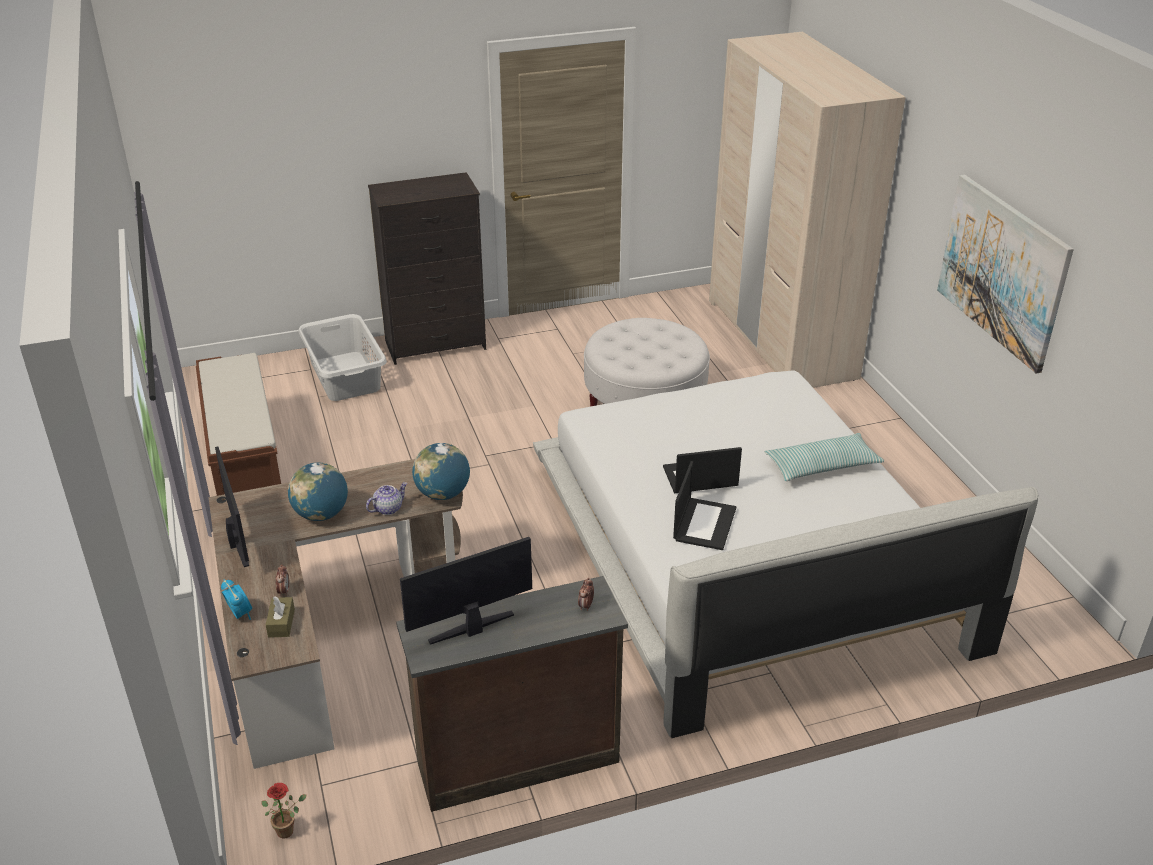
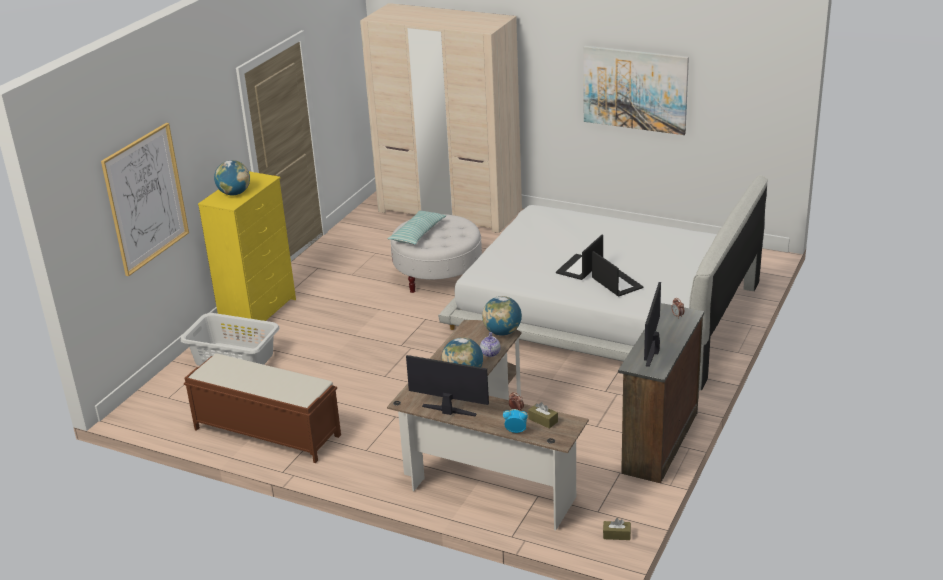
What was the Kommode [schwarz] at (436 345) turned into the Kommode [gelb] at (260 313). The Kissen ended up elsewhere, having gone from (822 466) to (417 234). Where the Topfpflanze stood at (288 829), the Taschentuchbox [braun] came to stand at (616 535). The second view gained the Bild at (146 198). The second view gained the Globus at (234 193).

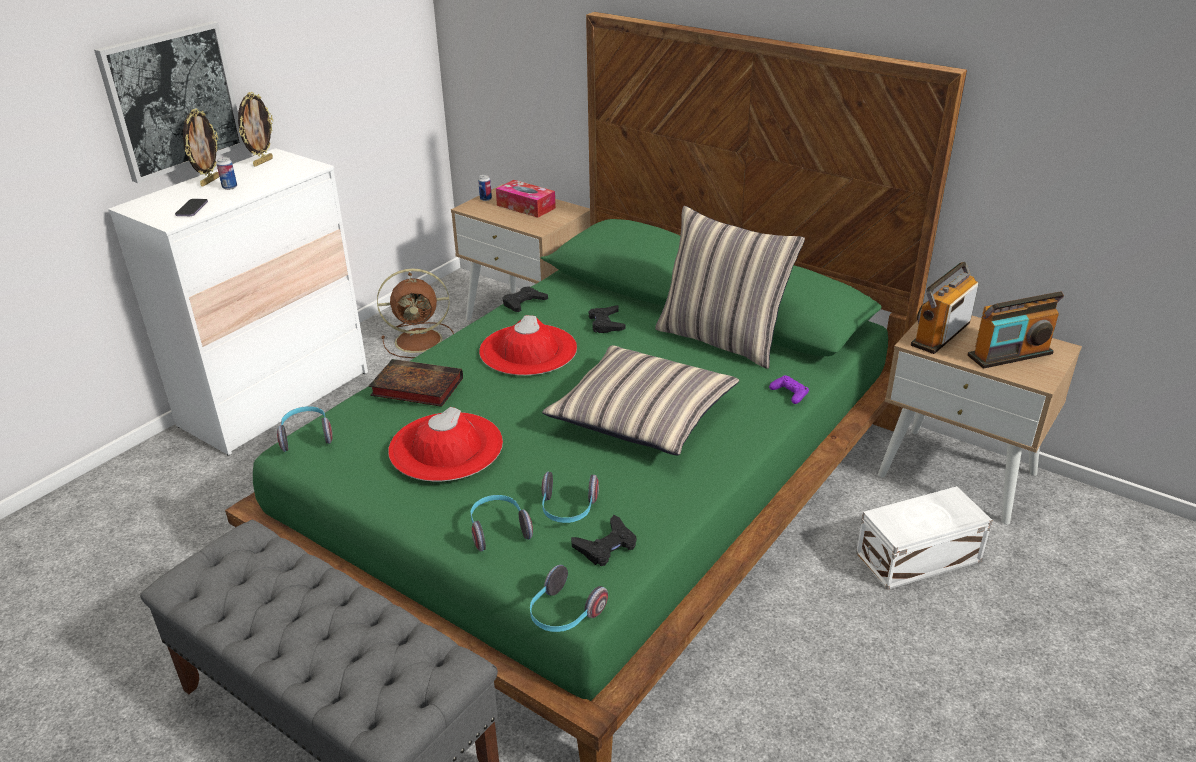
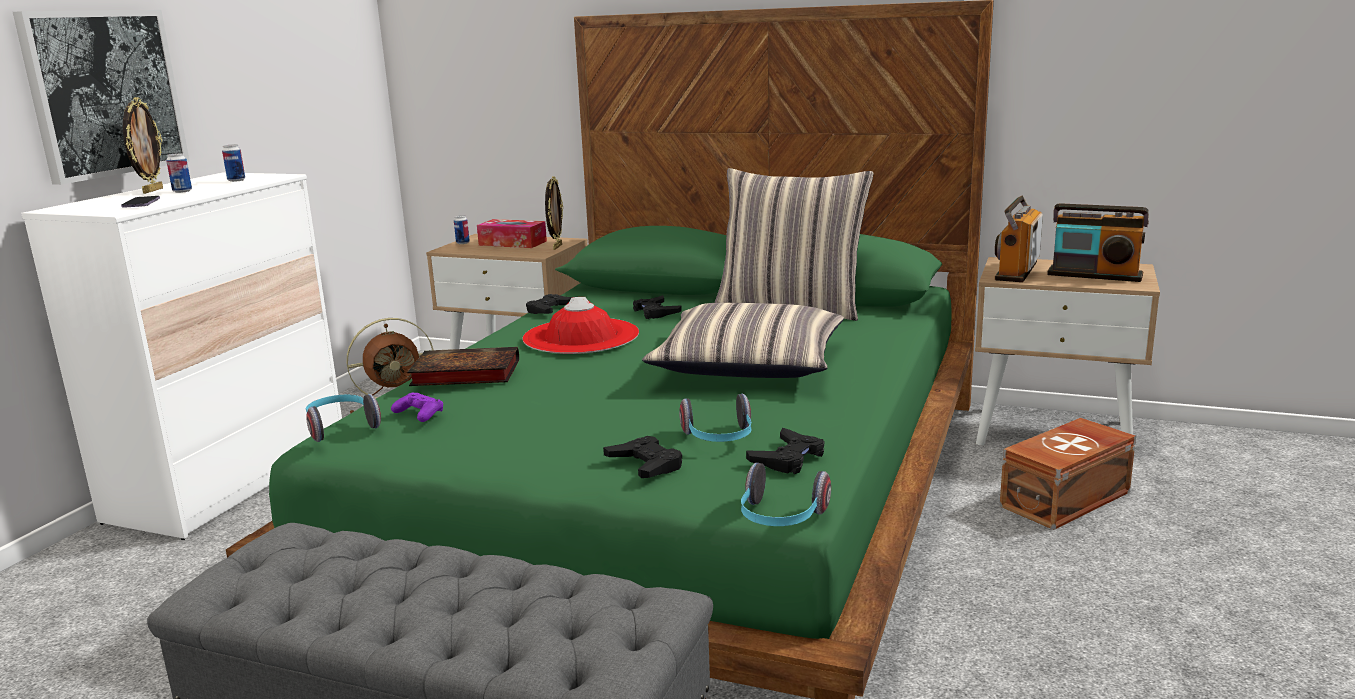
The Bilderrahmen ended up elsewhere, having gone from (262 162) to (556 247). The Radio at (1010 355) ended up facing another way, 60 degrees clockwise from before. The Gamepad [lila] ended up elsewhere, having gone from (789 393) to (419 413). The second view lost the Hut [rot] at (445 447). What was the Aufbewahrungsbox [weiß] at (920 558) turned into the Aufbewahrungsbox [braun] at (1068 499). Where the Kopfhörer stood at (498 530), the Gamepad [schwarz] came to stand at (645 464). The second view gained the Dose at (236 180).

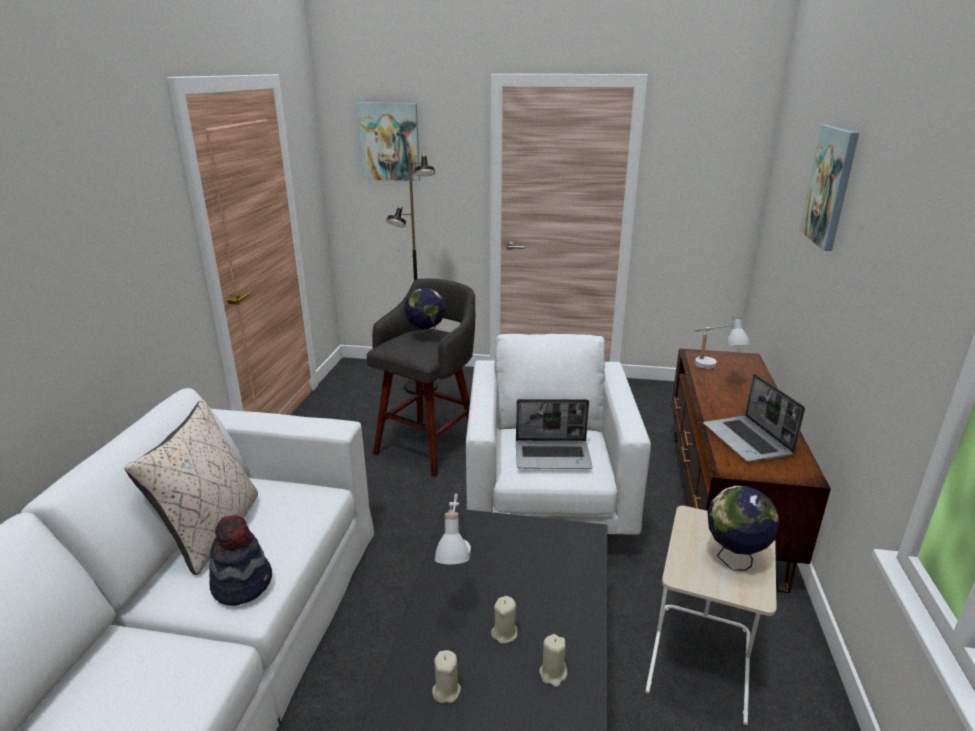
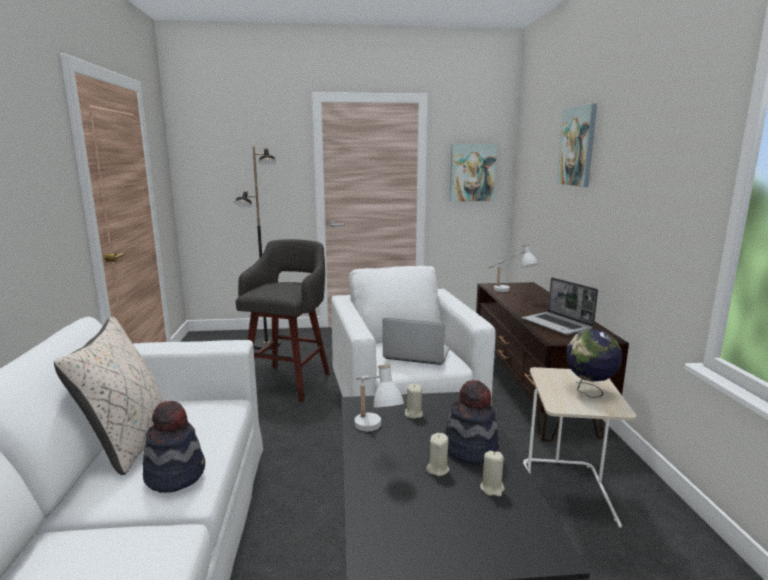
The Bild ended up elsewhere, having gone from (390 142) to (472 172). The second view lost the Globus at (426 337). The Laptop at (553 456) ended up facing another way, 150 degrees counterclockwise from before. The Kerze [beige] ended up elsewhere, having gone from (446 690) to (413 414). The second view gained the Hut at (471 449).

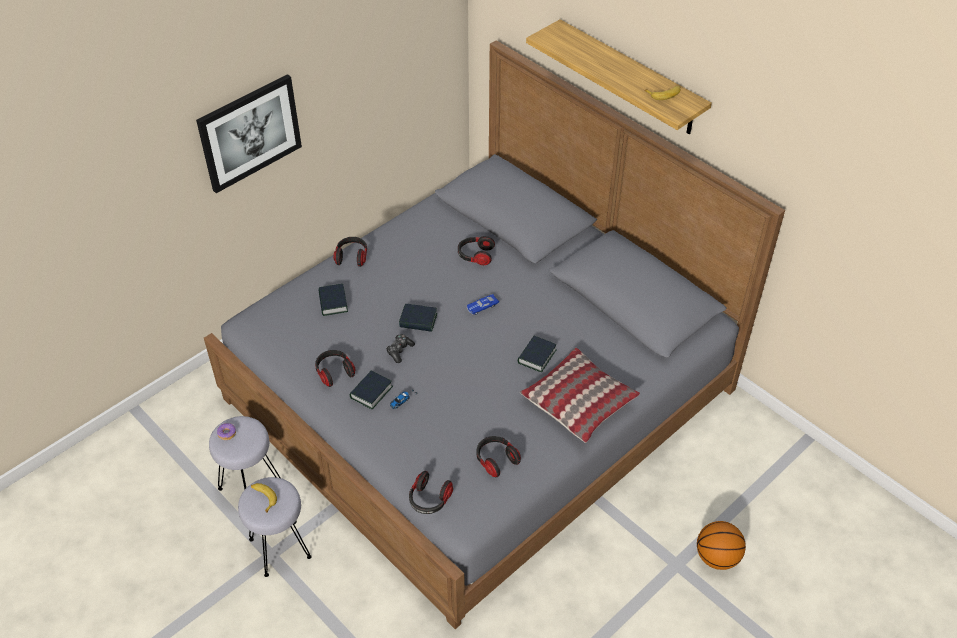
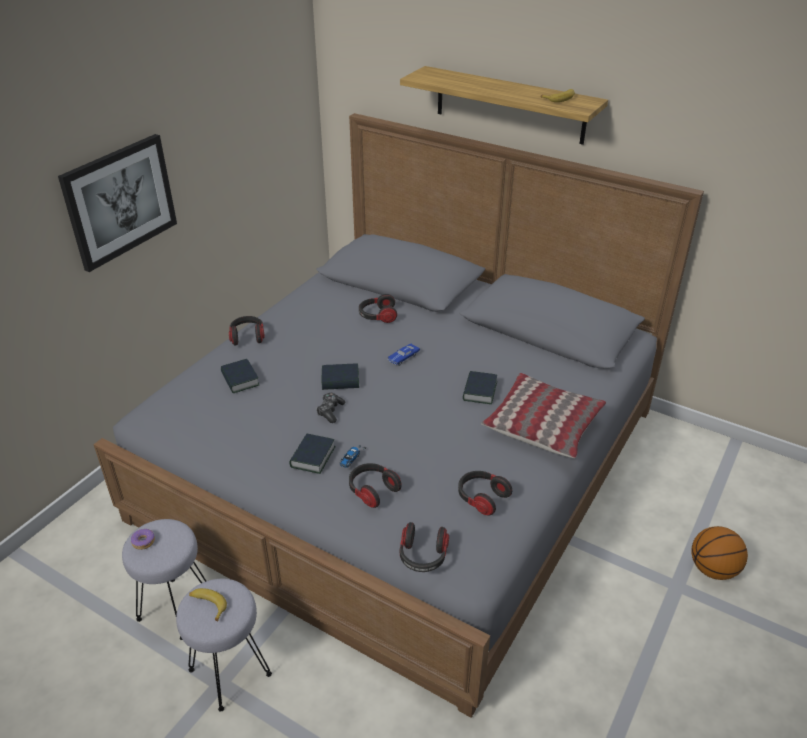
The Kopfhörer ended up elsewhere, having gone from (334 372) to (372 490).

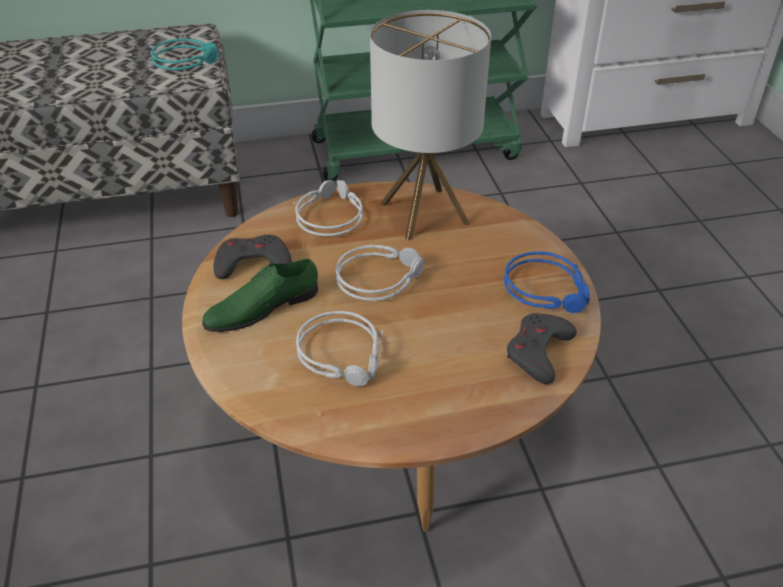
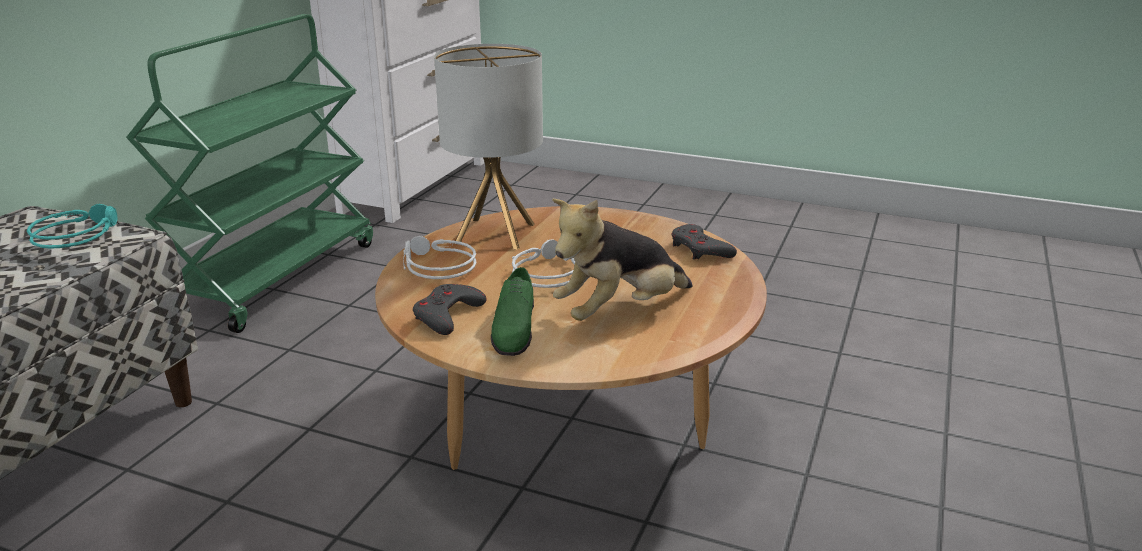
The second view lost the Kopfhörer [blau] at (548 289). Where the Kopfhörer [grau] stood at (345 355), the Plüschtier came to stand at (619 312).

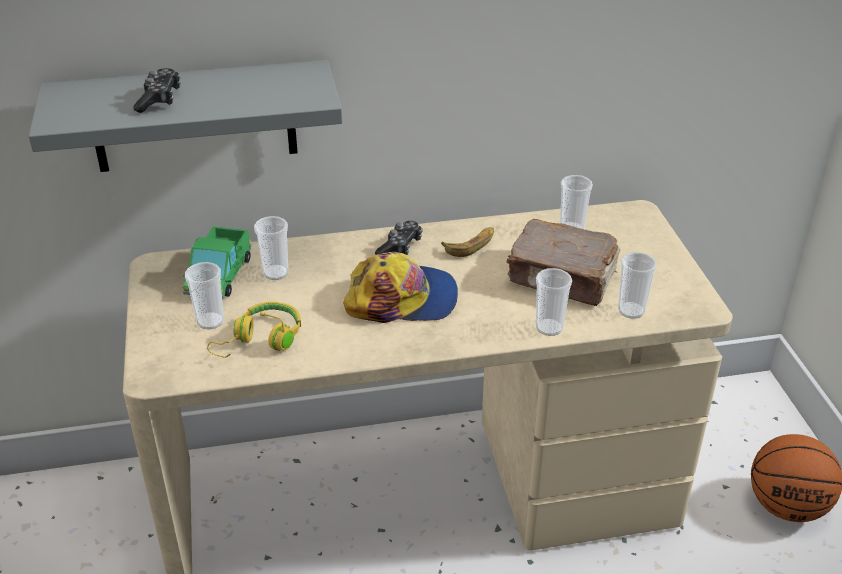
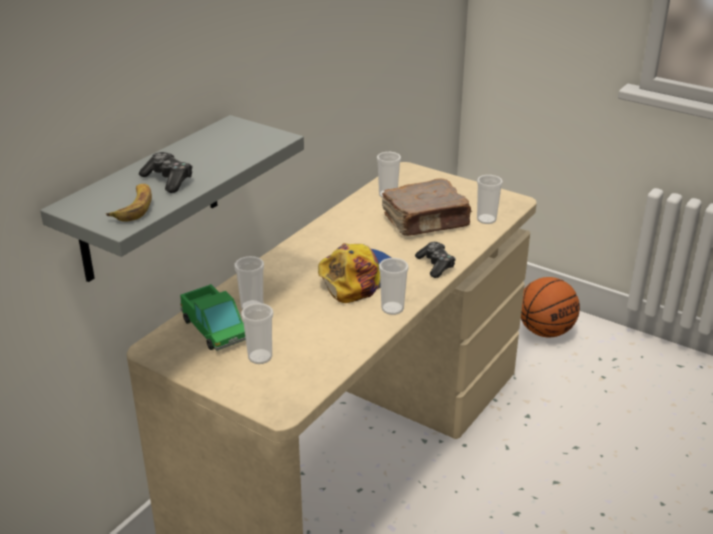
The Gamepad ended up elsewhere, having gone from (400 247) to (436 265). The Banane ended up elsewhere, having gone from (470 245) to (134 207). The Tasse ended up elsewhere, having gone from (549 328) to (392 308). The second view lost the Kopfhörer [gelb] at (261 341).

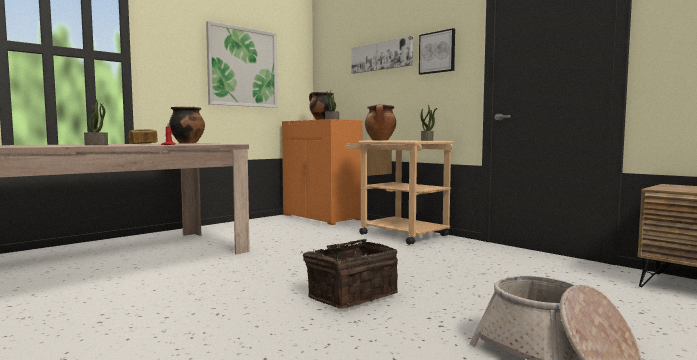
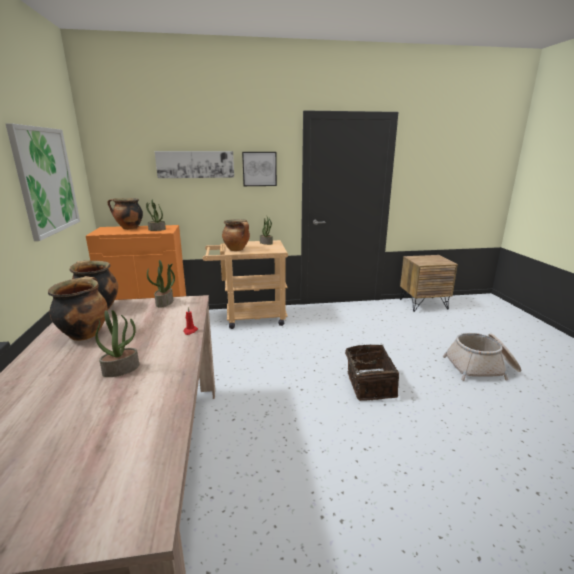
Where the Brot stood at (143 143), the Kochtopf came to stand at (85 334). The second view gained the Topfpflanze at (165 302).

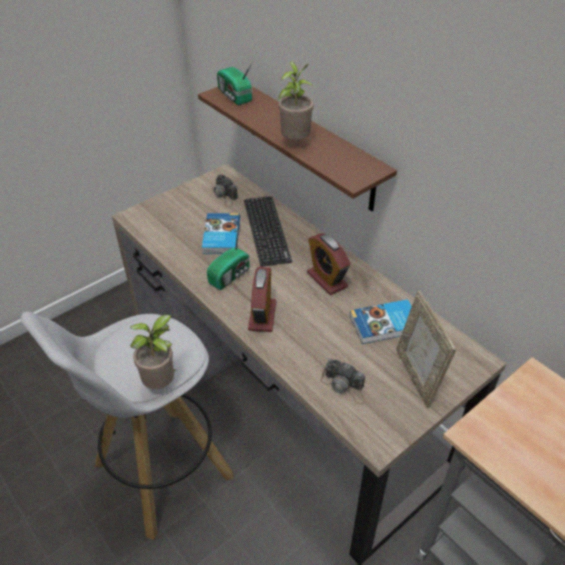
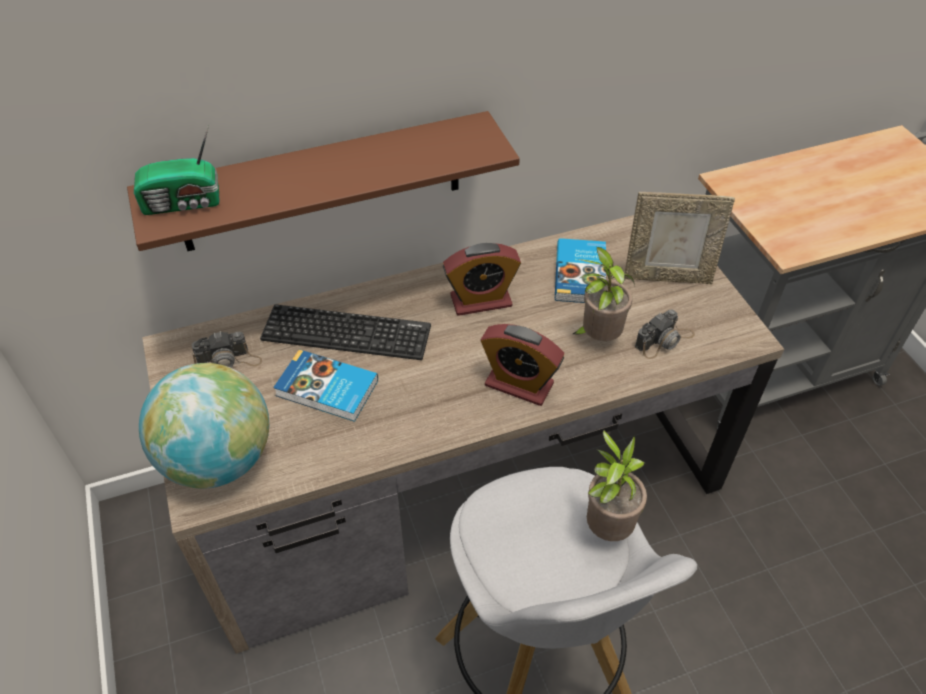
The Topfpflanze ended up elsewhere, having gone from (295 142) to (597 337). The second view lost the Radio at (231 275). The second view gained the Globus at (218 460).

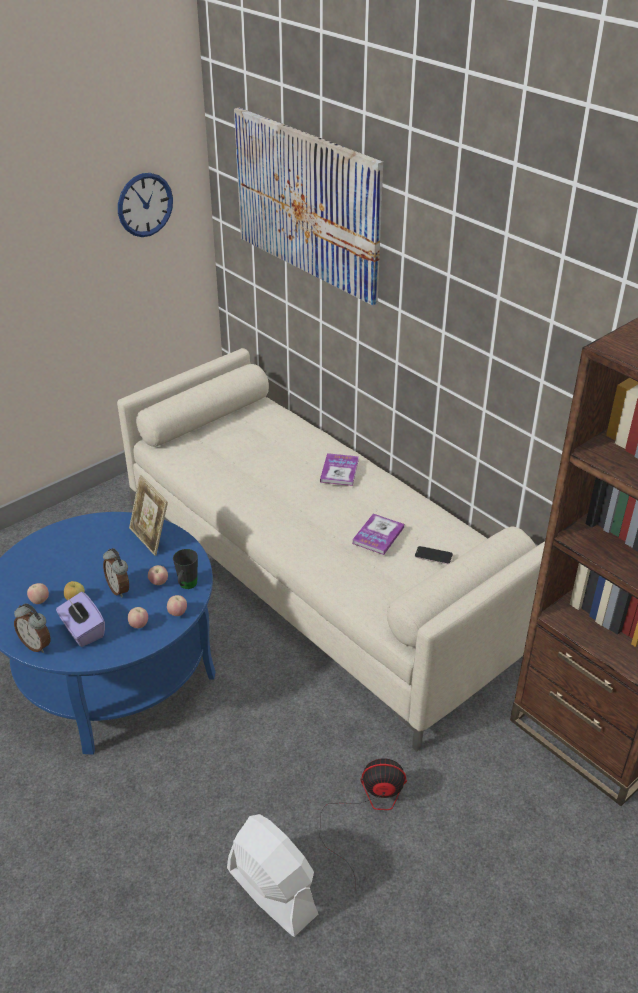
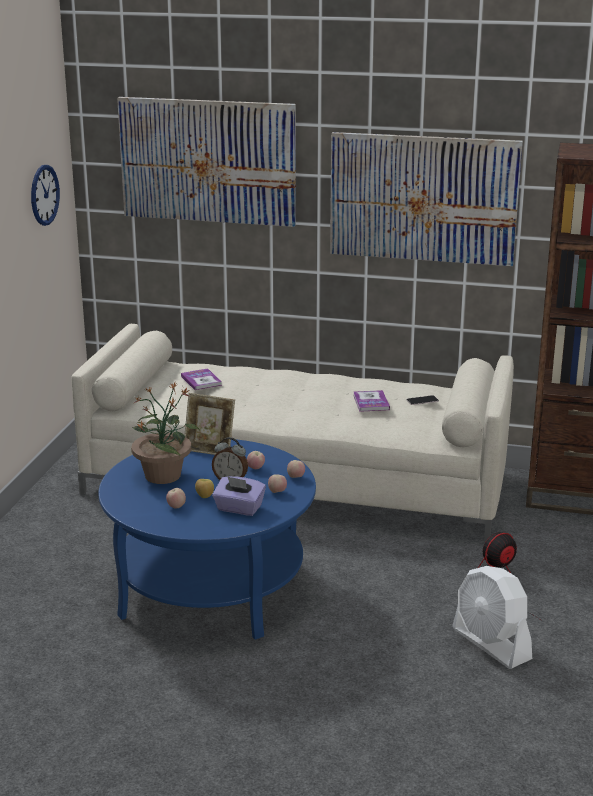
The Buch ended up elsewhere, having gone from (339 471) to (201 381). The second view lost the Henkelbecher [schwarz] at (186 586). The second view lost the Wecker at (37 645). The Ventilator [weiß] at (271 891) ended up facing another way, 135 degrees counterclockwise from before. The second view gained the Bild at (423 198). The second view gained the Topfpflanze at (163 475).

